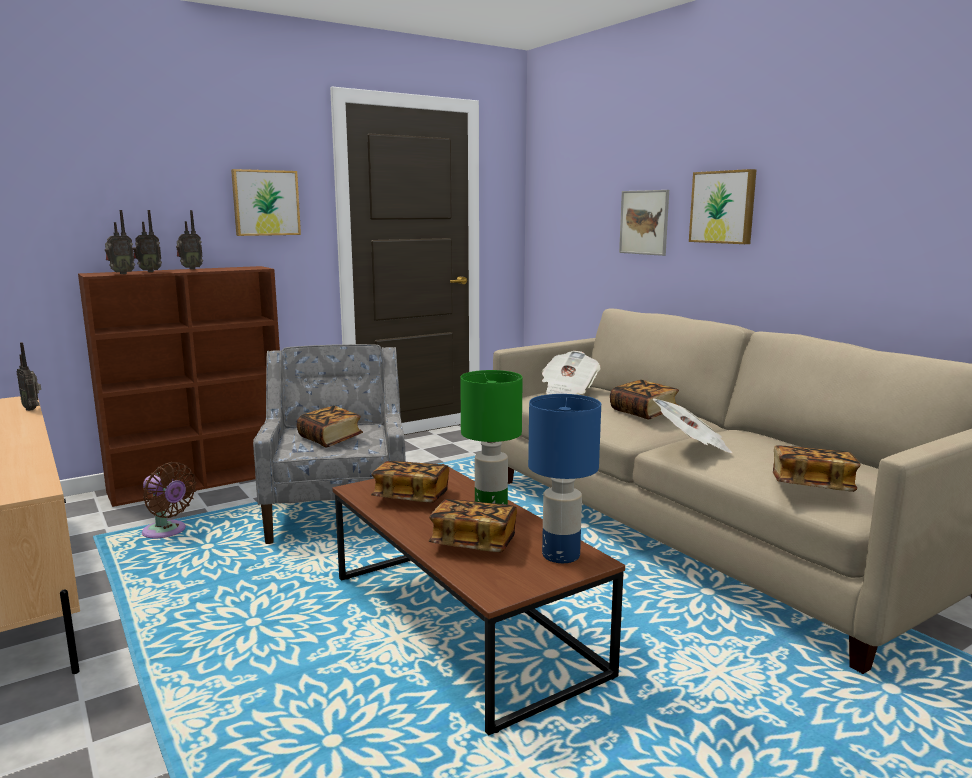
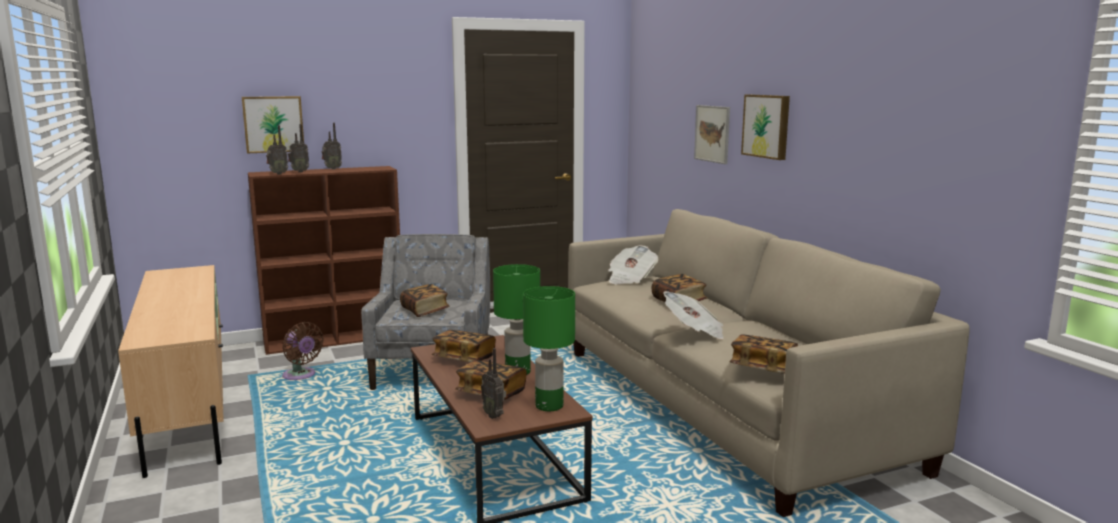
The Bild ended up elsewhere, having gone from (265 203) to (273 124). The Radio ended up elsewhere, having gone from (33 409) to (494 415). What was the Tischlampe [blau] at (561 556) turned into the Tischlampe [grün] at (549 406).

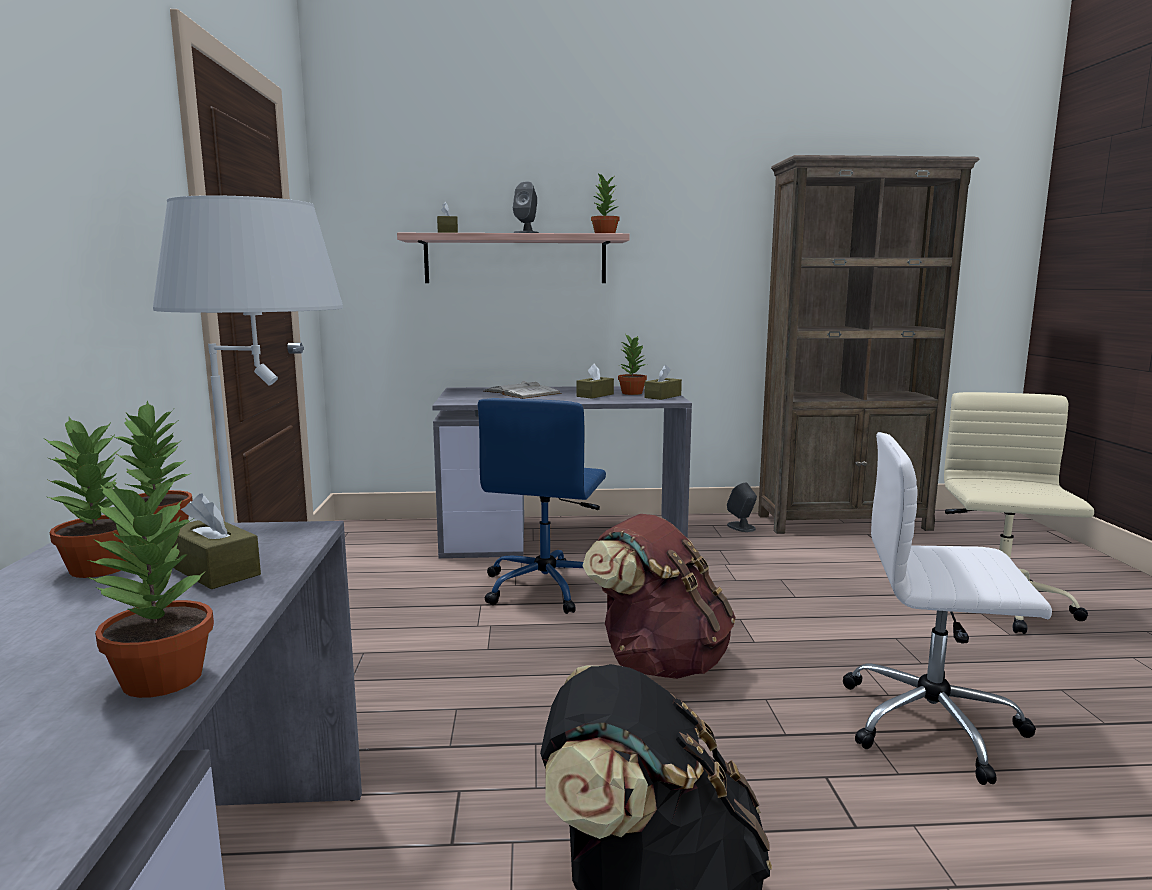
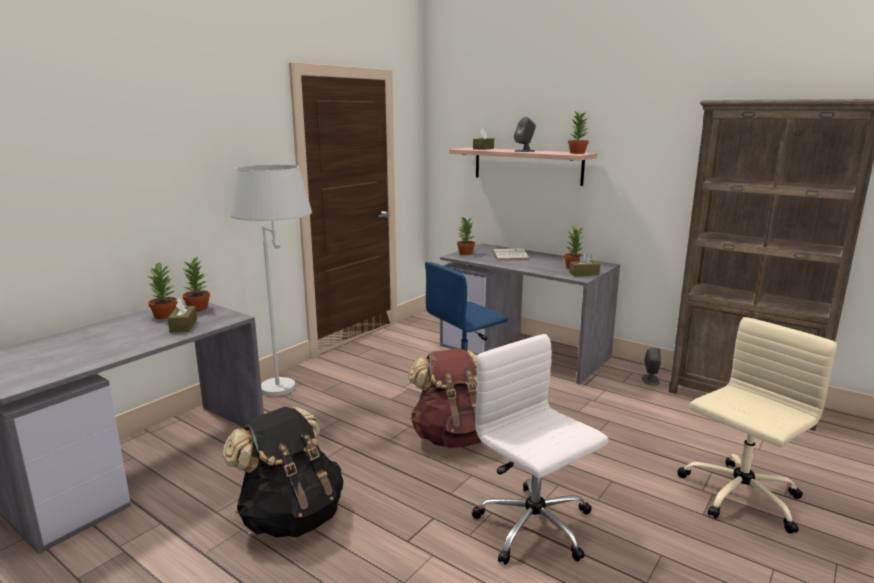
The second view lost the Taschentuchbox [braun] at (595 395). The Topfpflanze ended up elsewhere, having gone from (160 679) to (465 253).

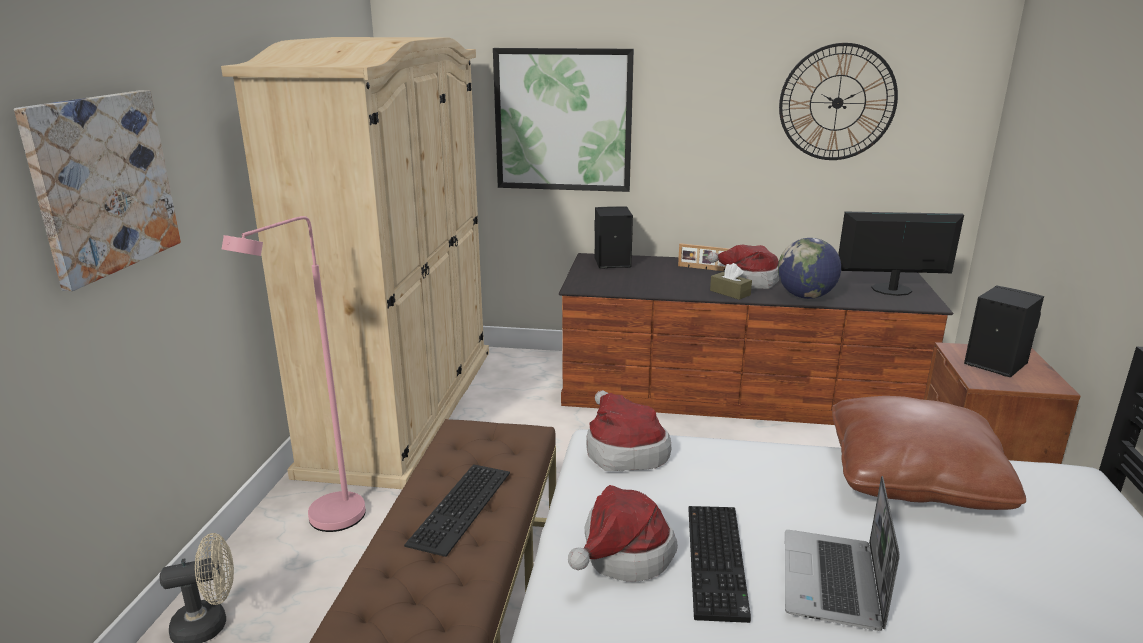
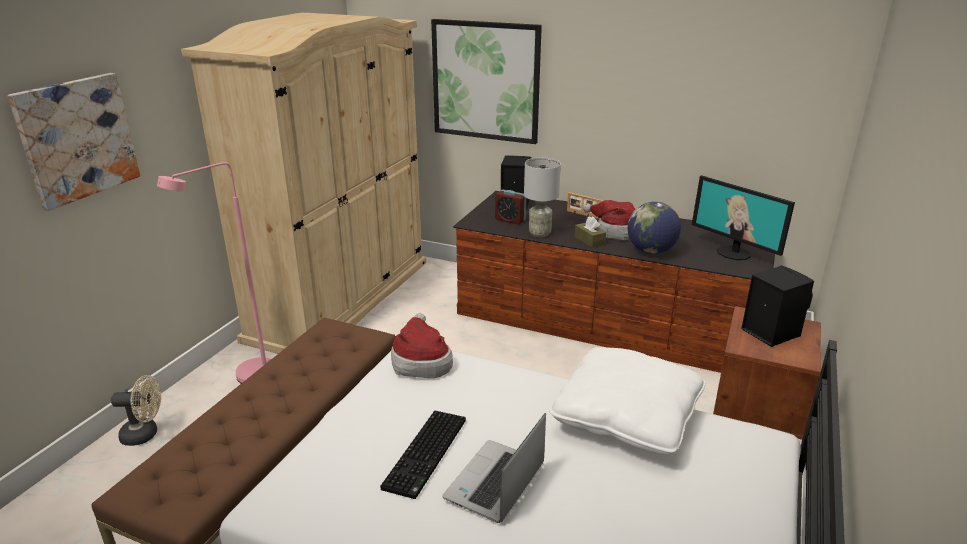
The second view lost the Wanduhr at (837 103). The Monitor at (891 290) ended up facing another way, 150 degrees counterclockwise from before. What was the Kissen [braun] at (913 477) turned into the Kissen [weiß] at (626 417). The second view lost the Tastatur at (462 508). The second view lost the Hut at (622 555). The second view gained the Tischlampe [grau] at (539 234). The second view gained the Wecker at (510 220).

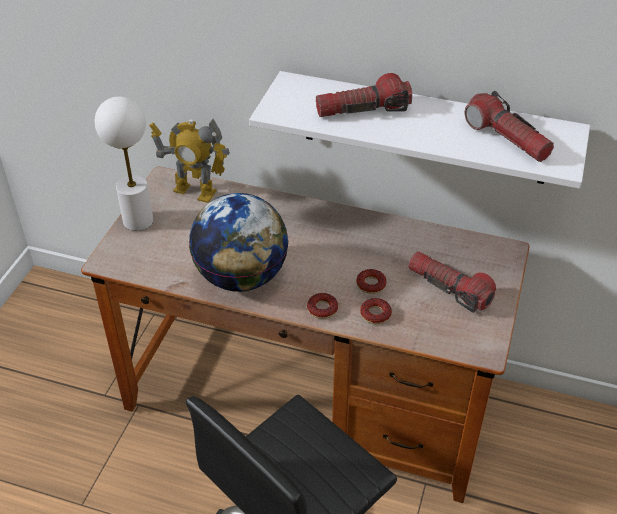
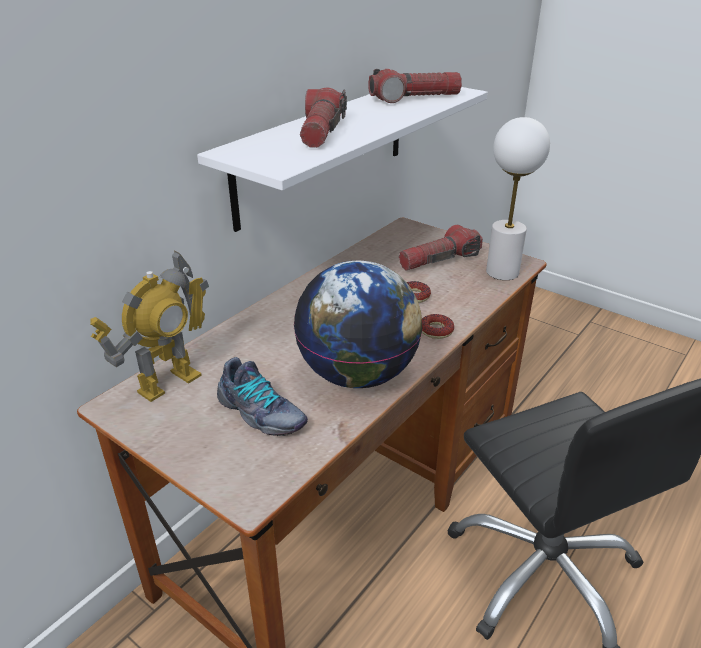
The Tischlampe [weiß] ended up elsewhere, having gone from (138 221) to (503 272). The second view lost the Donut at (375 314). The second view gained the Schuh at (260 414).

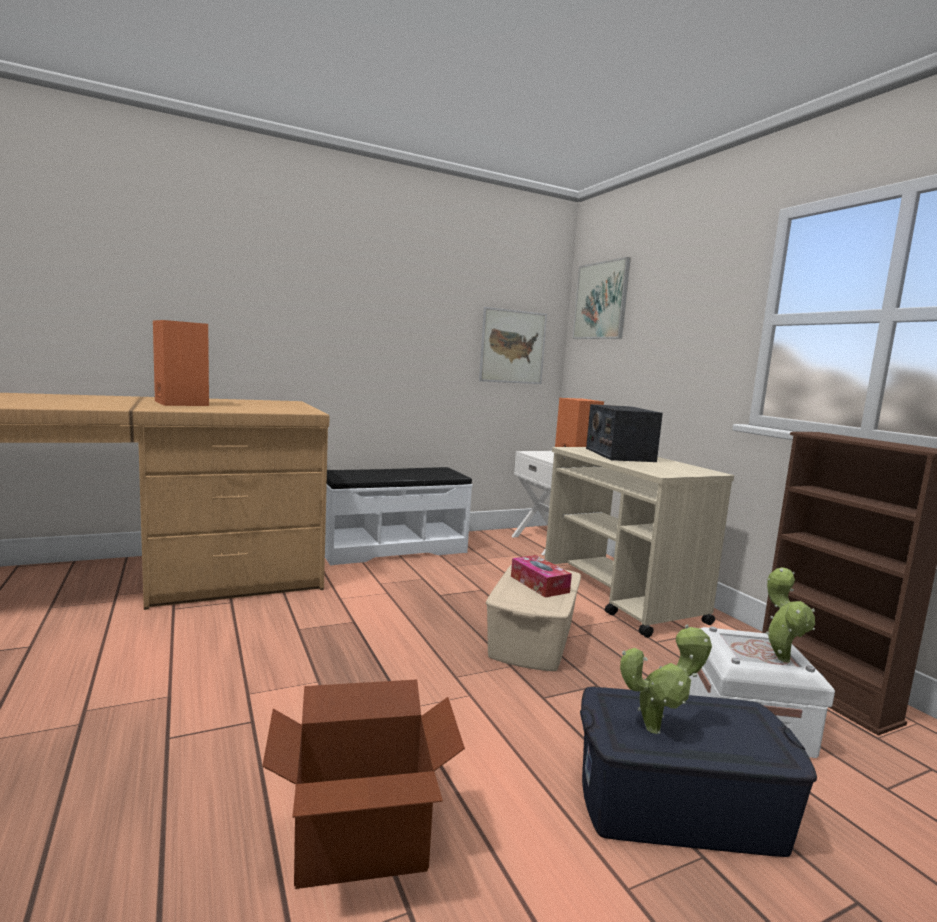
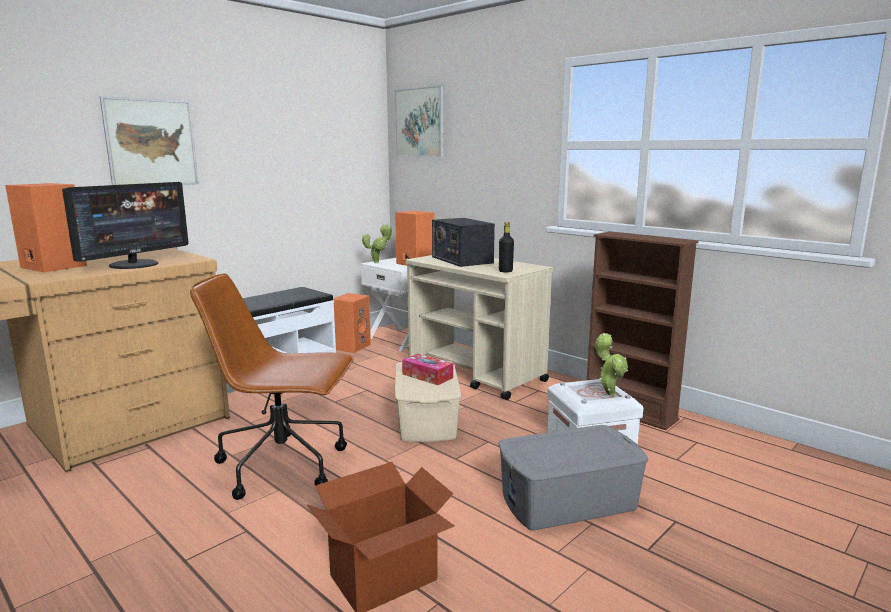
The Bild ended up elsewhere, having gone from (513 346) to (151 143). The Topfpflanze ended up elsewhere, having gone from (658 728) to (378 262). What was the Aufbewahrungsbox [blau] at (679 807) turned into the Aufbewahrungsbox [grau] at (569 501). The second view gained the Monitor at (135 264). The second view gained the Flasche [schwarz] at (505 271). The second view gained the Bürostuhl [braun] at (285 465). The second view gained the Lautsprecher [orange] at (352 346).

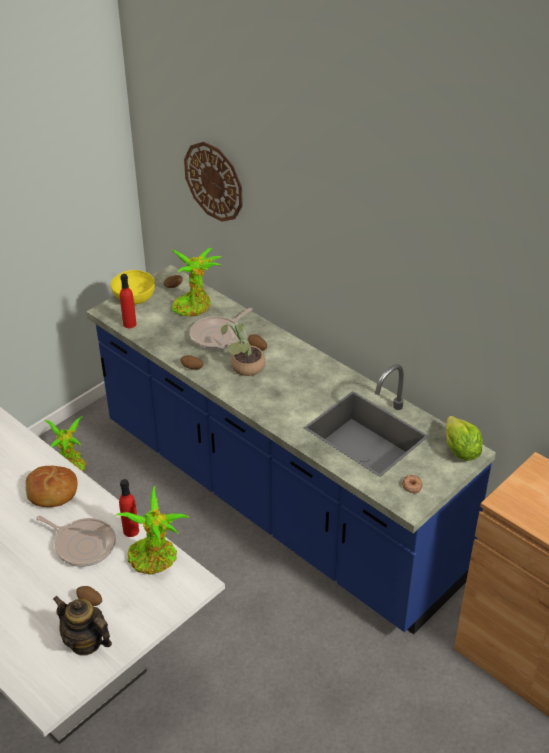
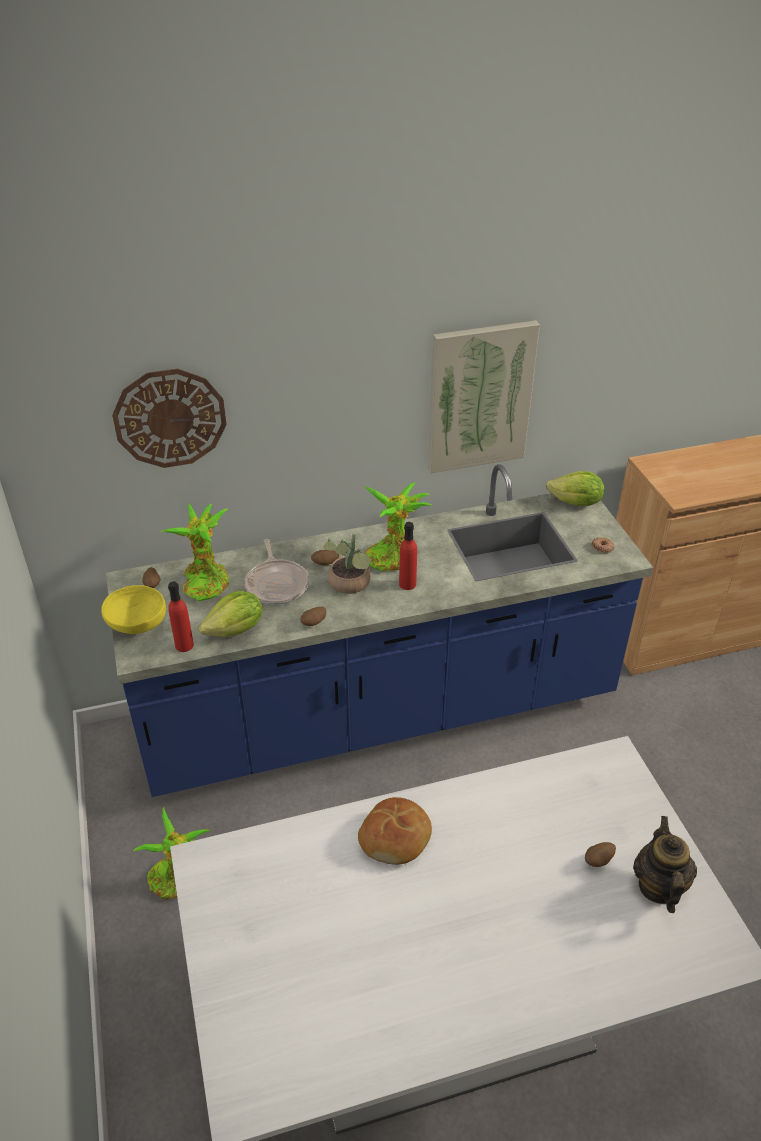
The Flasche [rot] ended up elsewhere, having gone from (131 531) to (407 584). The Topfpflanze ended up elsewhere, having gone from (155 559) to (392 556). The second view lost the Pfanne at (83 544). The Teekanne at (85 642) ended up facing another way, 120 degrees clockwise from before. The second view gained the Bild at (479 397). The second view gained the Salatkopf at (236 630).

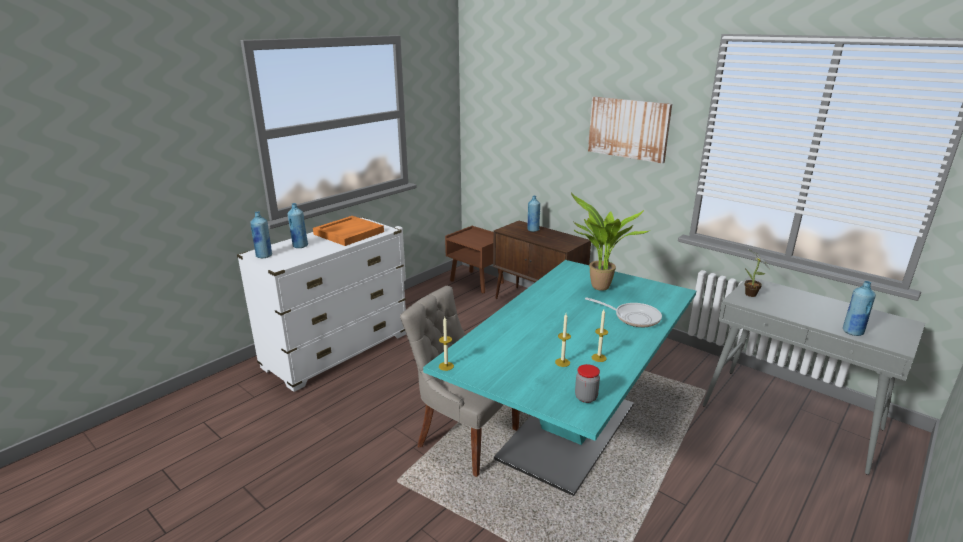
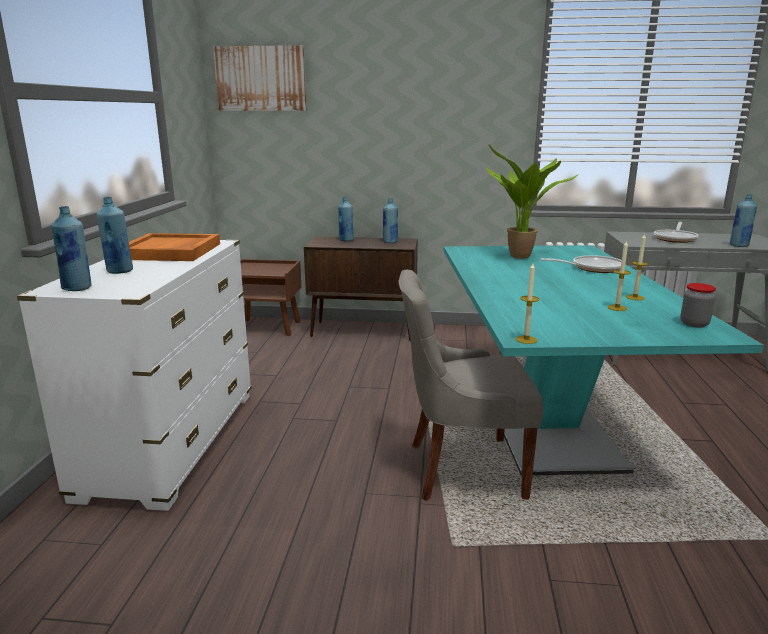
The Bild ended up elsewhere, having gone from (628 128) to (261 79). The second view lost the Topfpflanze at (751 295). The second view gained the Flasche [blau] at (390 242). The second view gained the Pfanne at (675 239).

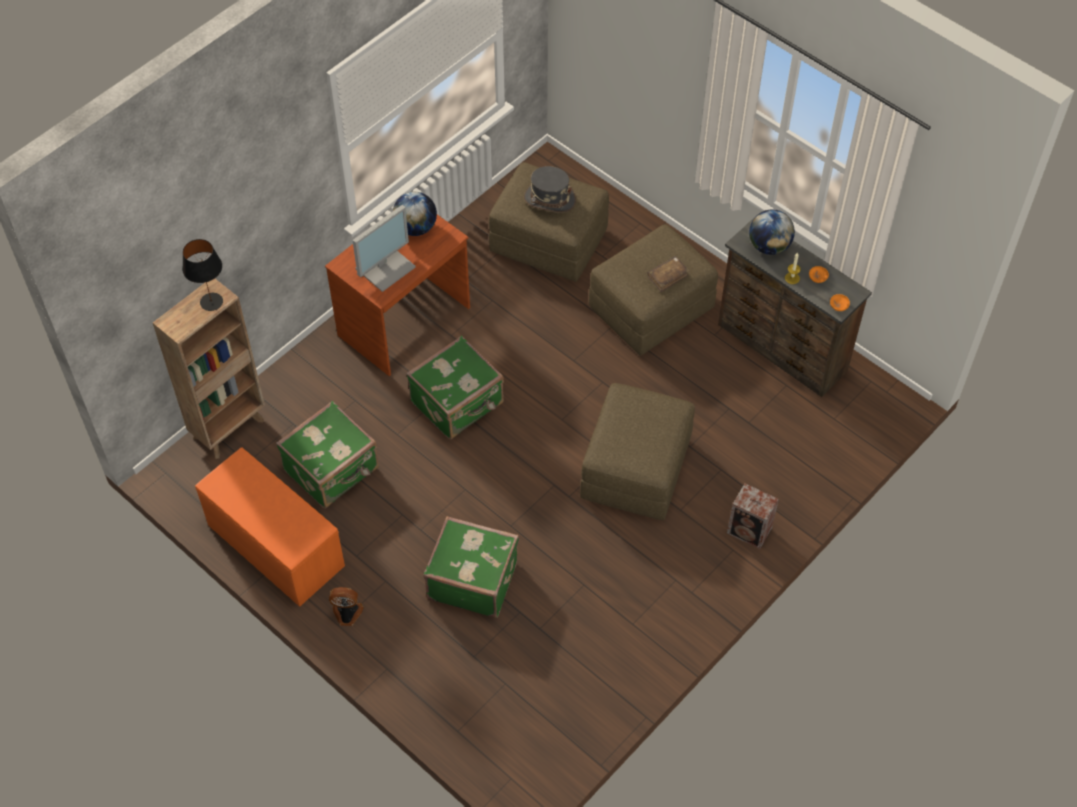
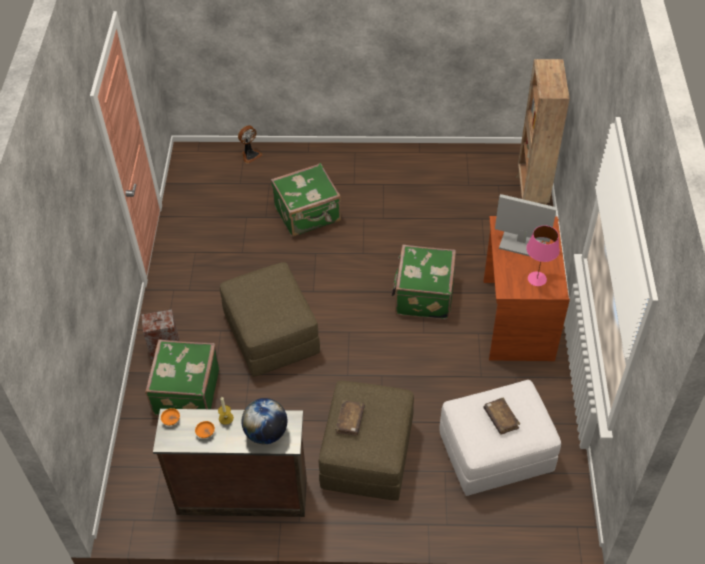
What was the Polsterhocker [braun] at (549 241) turned into the Polsterhocker [weiß] at (495 452). Where the Hut [grau] stood at (549 199), the Buch [braun] came to stand at (500 419). Where the Globus stood at (416 228), the Tischlampe [rosa] came to stand at (536 279). The Monitor at (385 267) ended up facing another way, 105 degrees clockwise from before. The second view lost the Tischlampe [schwarz] at (211 302). The Koffer [grün] ended up elsewhere, having gone from (333 470) to (185 392). The second view lost the Bank [orange] at (274 545). The Ventilator ended up elsewhere, having gone from (347 614) to (250 155).

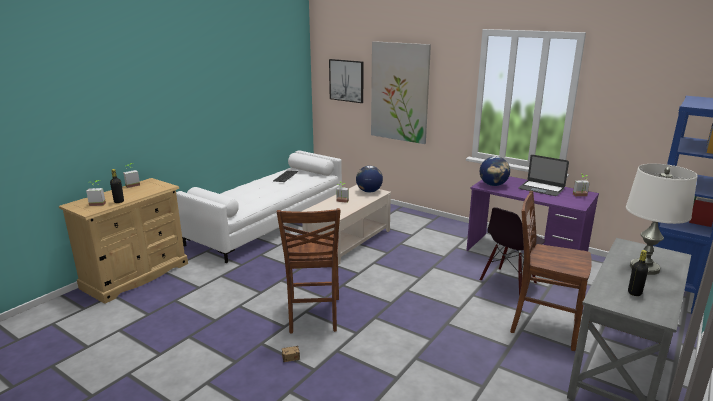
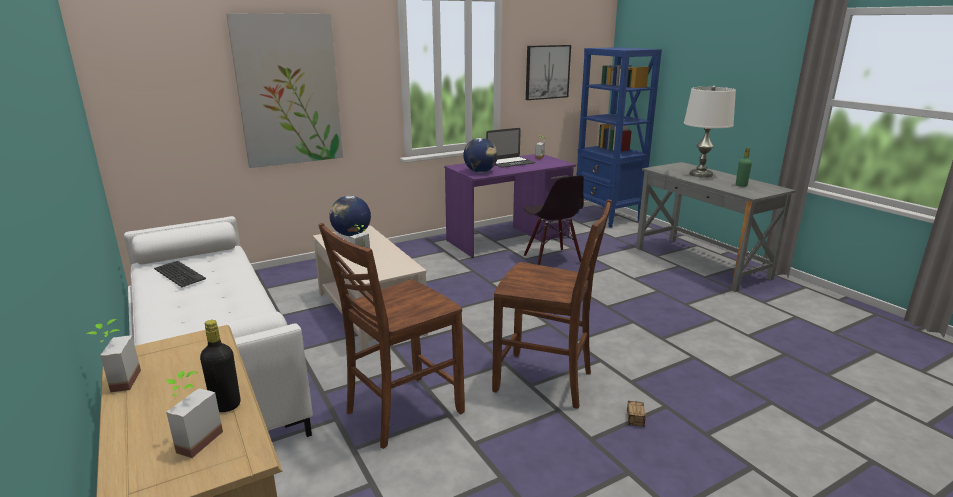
The Bild ended up elsewhere, having gone from (346 80) to (547 72). The Stuhl [braun] ended up elsewhere, having gone from (543 327) to (401 412). What was the Flasche [schwarz] at (634 293) turned into the Flasche [grün] at (741 185).

